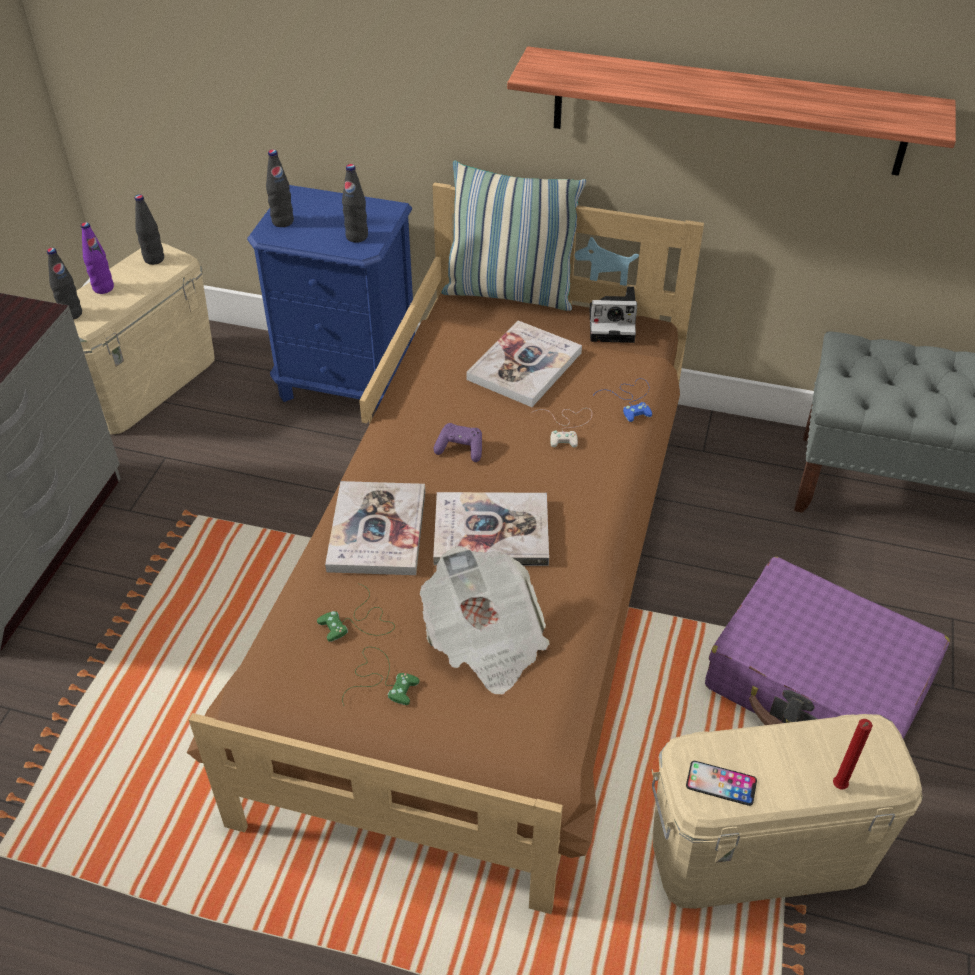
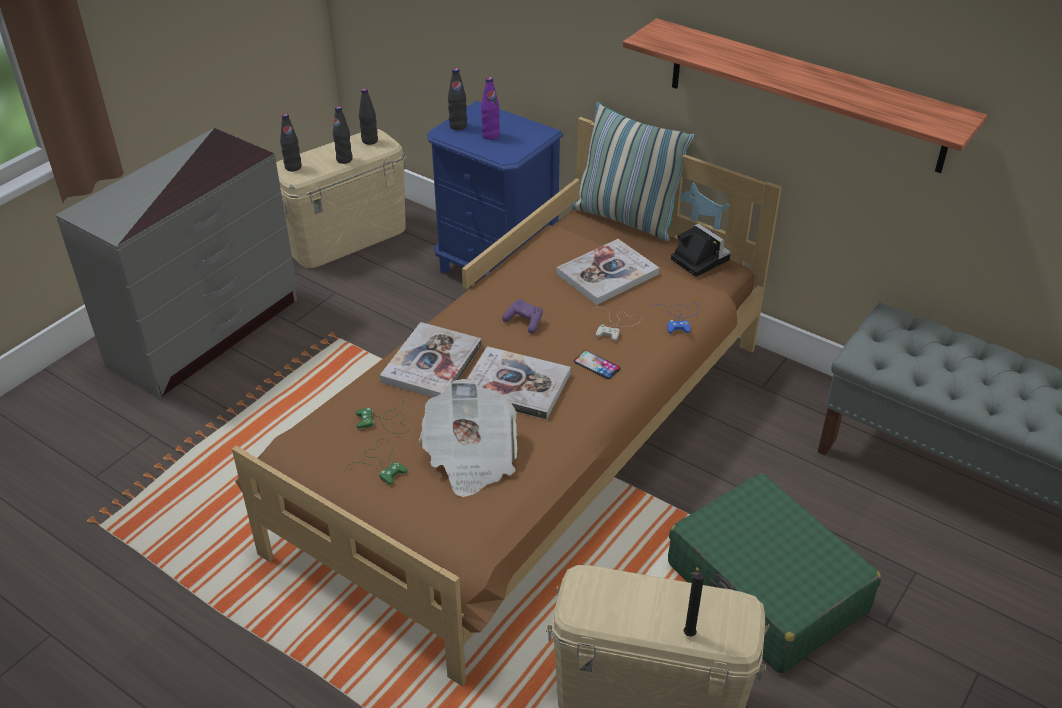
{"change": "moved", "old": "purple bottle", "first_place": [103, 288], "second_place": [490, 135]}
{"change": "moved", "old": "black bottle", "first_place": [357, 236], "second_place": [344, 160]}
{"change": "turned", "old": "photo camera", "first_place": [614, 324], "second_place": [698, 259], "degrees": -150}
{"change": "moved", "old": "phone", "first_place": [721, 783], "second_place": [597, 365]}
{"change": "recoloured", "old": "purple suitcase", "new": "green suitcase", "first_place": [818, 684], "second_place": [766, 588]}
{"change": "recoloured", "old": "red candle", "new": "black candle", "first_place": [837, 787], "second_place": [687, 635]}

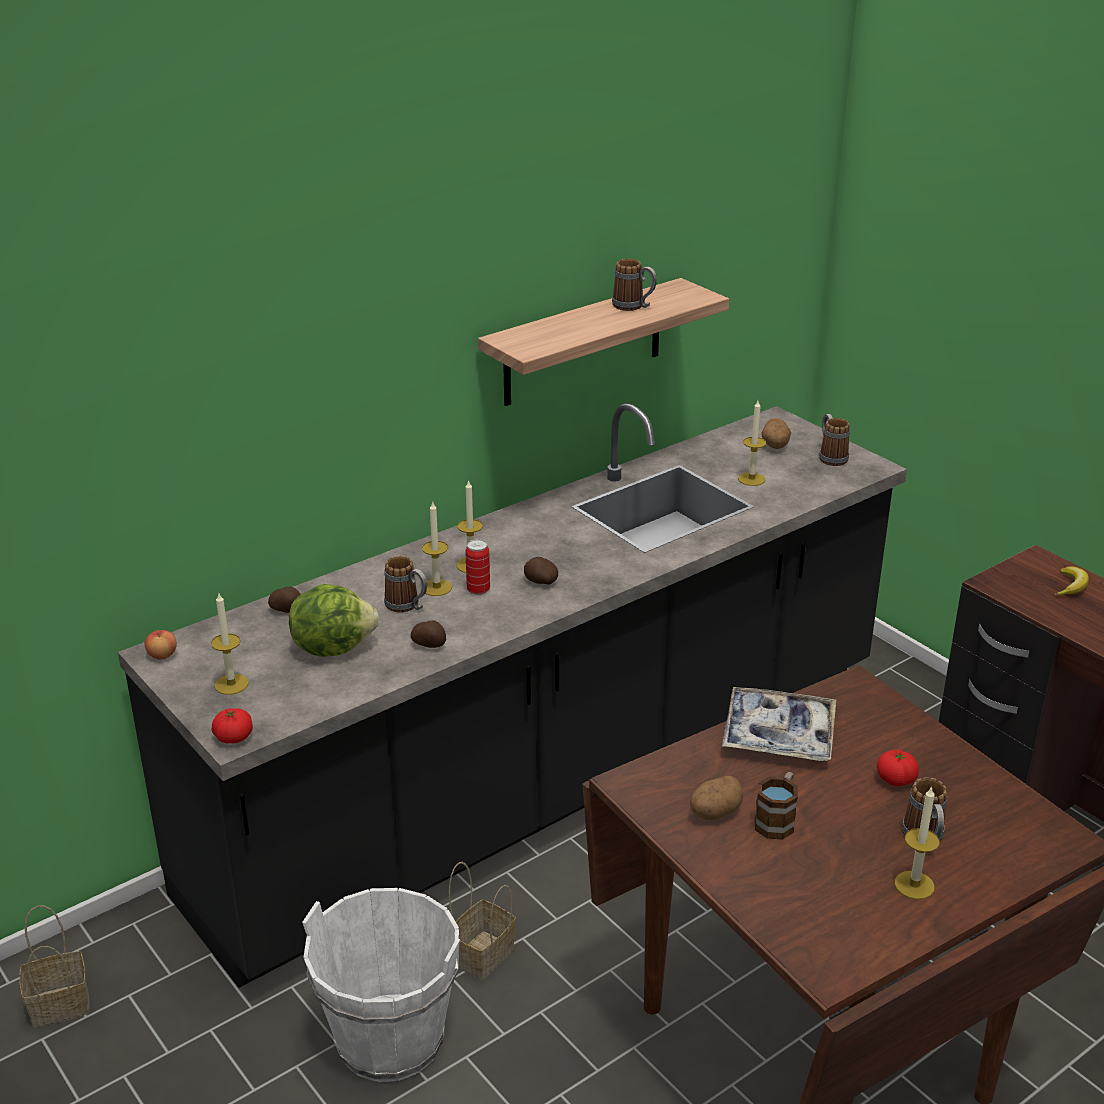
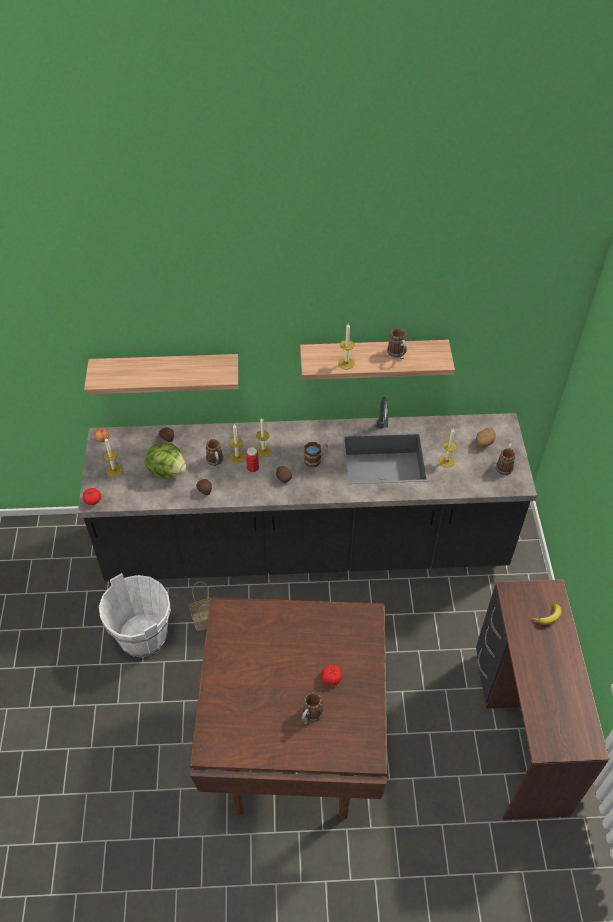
{"change": "removed", "old": "basket", "first_place": [57, 1006]}
{"change": "removed", "old": "potato", "first_place": [714, 812]}
{"change": "removed", "old": "tray", "first_place": [778, 734]}
{"change": "moved", "old": "mug", "first_place": [777, 820], "second_place": [316, 459]}
{"change": "moved", "old": "candle", "first_place": [914, 885], "second_place": [346, 363]}
{"change": "added", "new": "shelf", "second_place": [166, 372]}

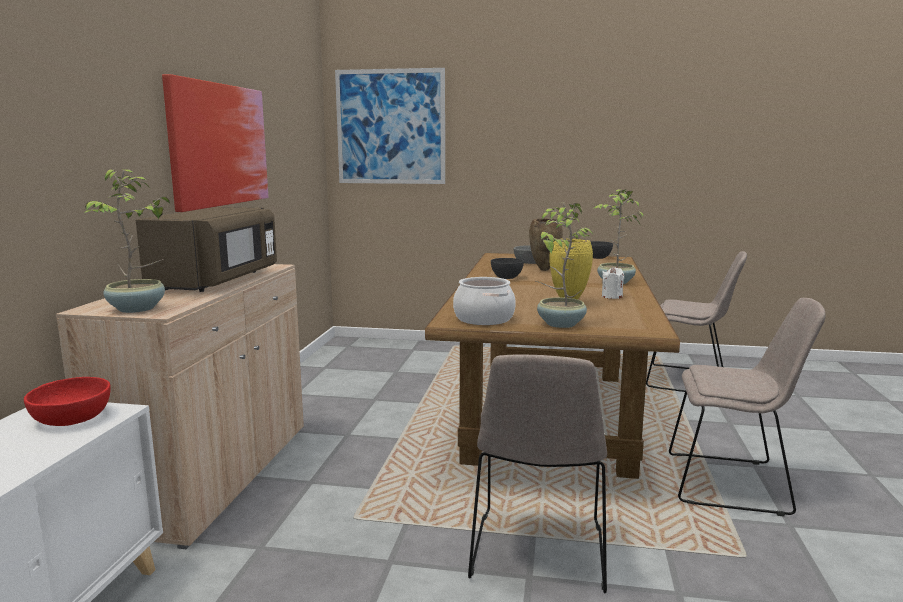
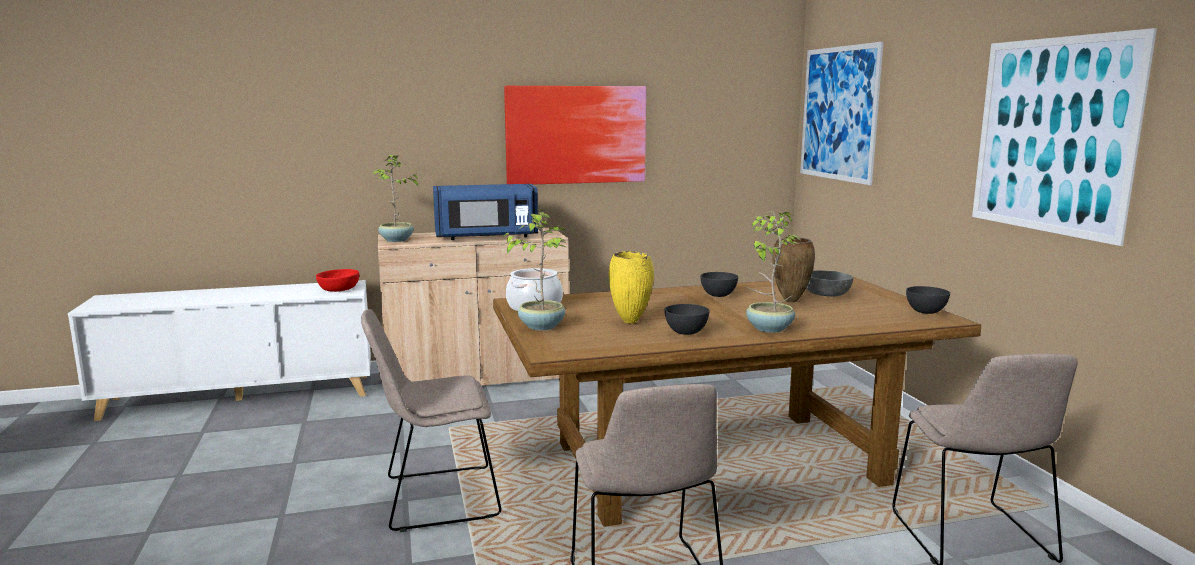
{"change": "recoloured", "old": "brown microwave", "new": "blue microwave", "first_place": [217, 281], "second_place": [486, 237]}
{"change": "replaced", "old": "white candle", "new": "grey bowl", "first_place": [612, 296], "second_place": [686, 332]}
{"change": "added", "new": "picture", "second_place": [1052, 135]}

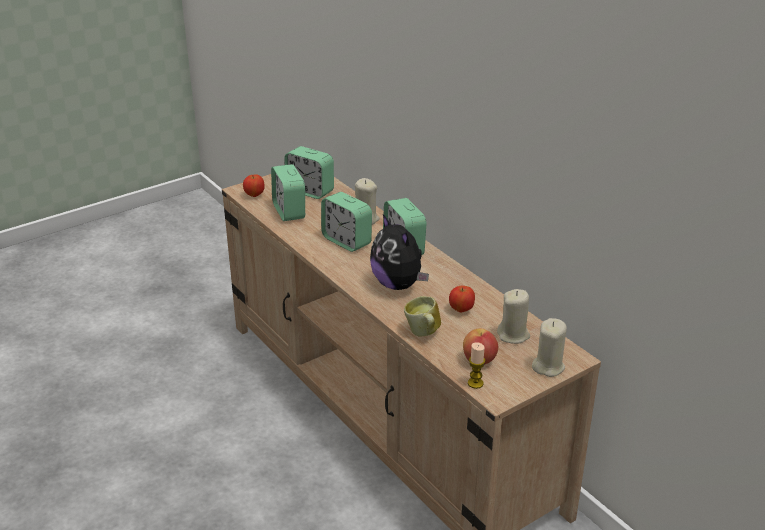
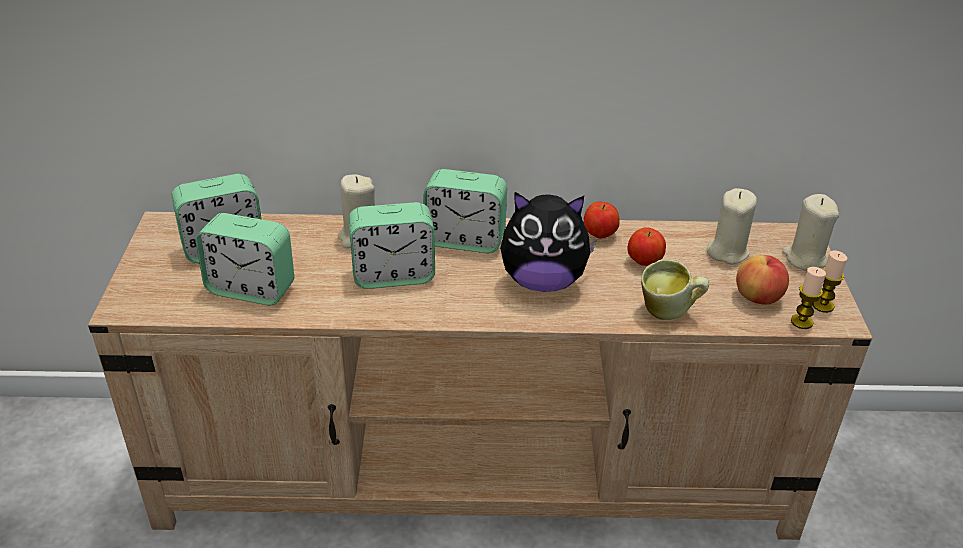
{"change": "moved", "old": "apple", "first_place": [254, 195], "second_place": [599, 235]}
{"change": "added", "new": "candle", "second_place": [823, 305]}

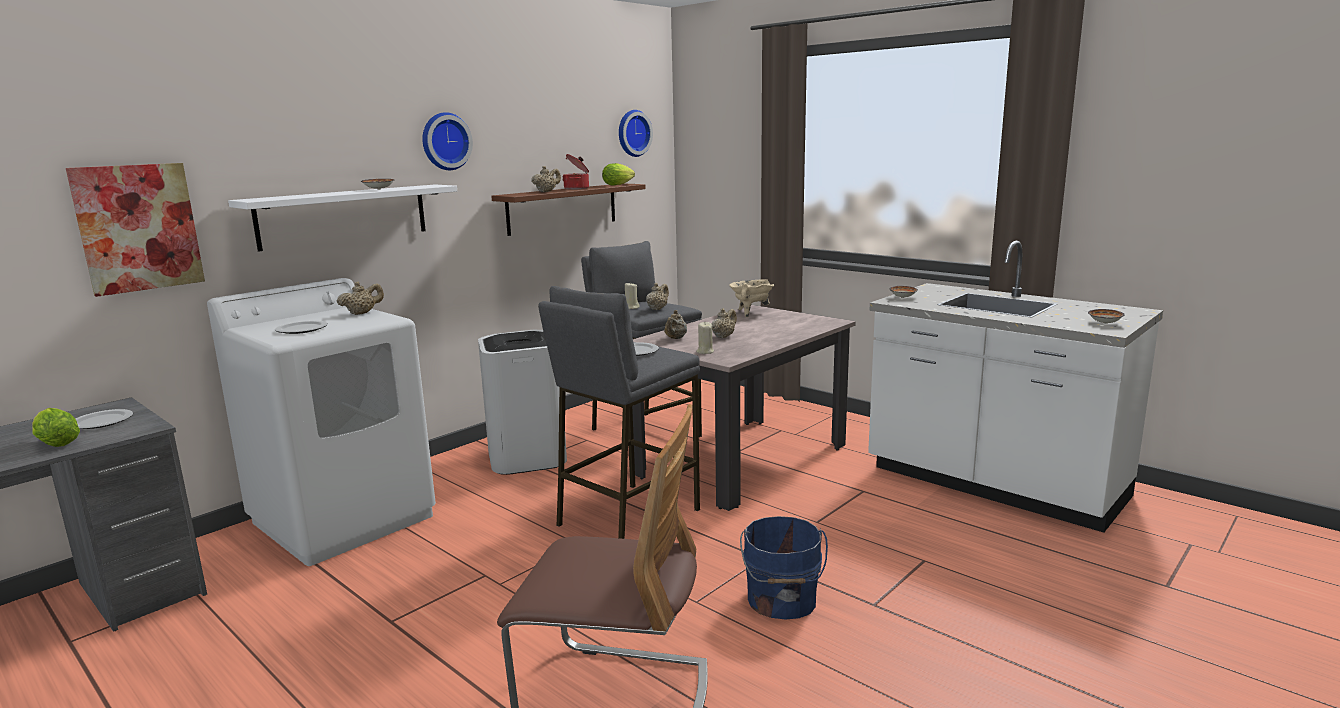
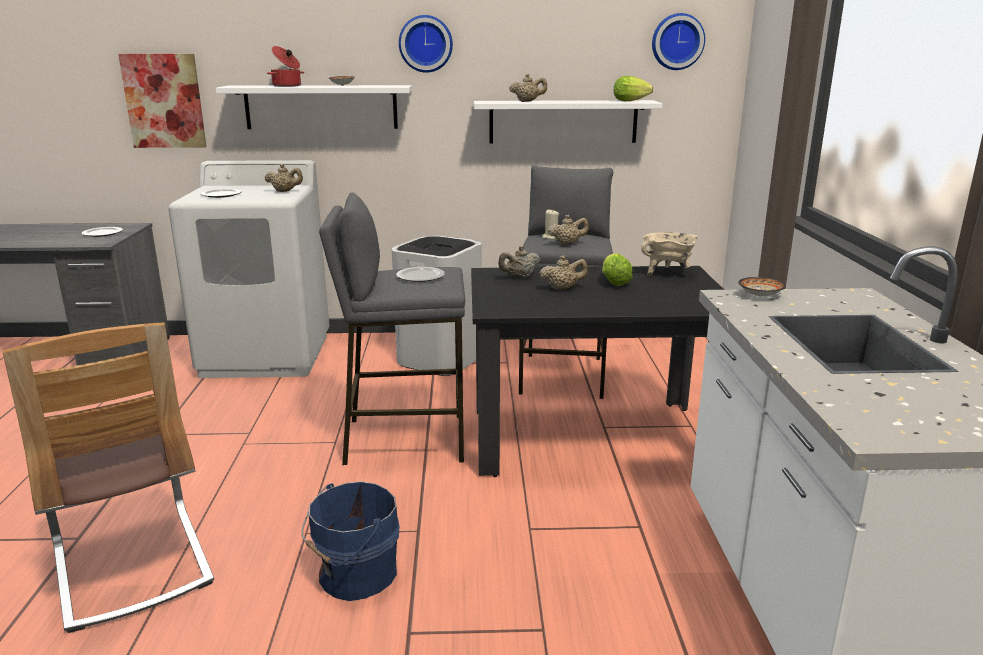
{"change": "moved", "old": "lettuce", "first_place": [56, 443], "second_place": [614, 282]}
{"change": "recoloured", "old": "brown shelf", "new": "white shelf", "first_place": [562, 208], "second_place": [563, 121]}
{"change": "moved", "old": "cooking pot", "first_place": [577, 188], "second_place": [287, 86]}
{"change": "recoloured", "old": "beige dining table", "new": "black dining table", "first_place": [742, 460], "second_place": [590, 437]}
{"change": "removed", "old": "beige candle", "first_place": [705, 351]}
{"change": "removed", "old": "bowl", "first_place": [1104, 323]}

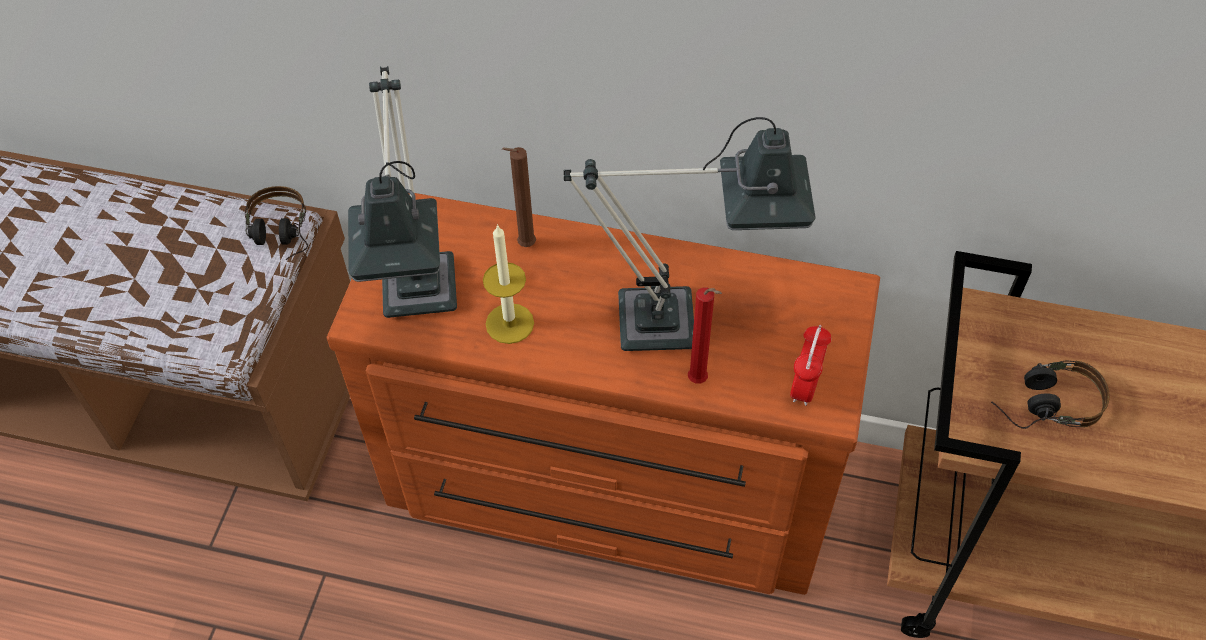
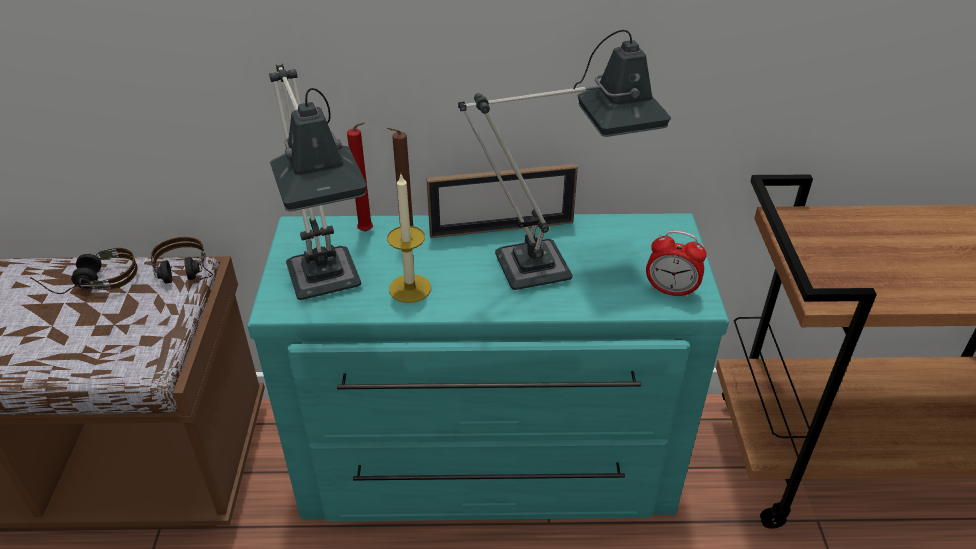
{"change": "recoloured", "old": "brown dresser", "new": "turquoise dresser", "first_place": [607, 488], "second_place": [488, 466]}
{"change": "moved", "old": "red candle", "first_place": [700, 381], "second_place": [368, 232]}
{"change": "turned", "old": "alarm clock", "first_place": [805, 386], "second_place": [671, 291], "degrees": -75}
{"change": "moved", "old": "headphones", "first_place": [1041, 404], "second_place": [91, 282]}
{"change": "added", "new": "picture frame", "second_place": [502, 228]}

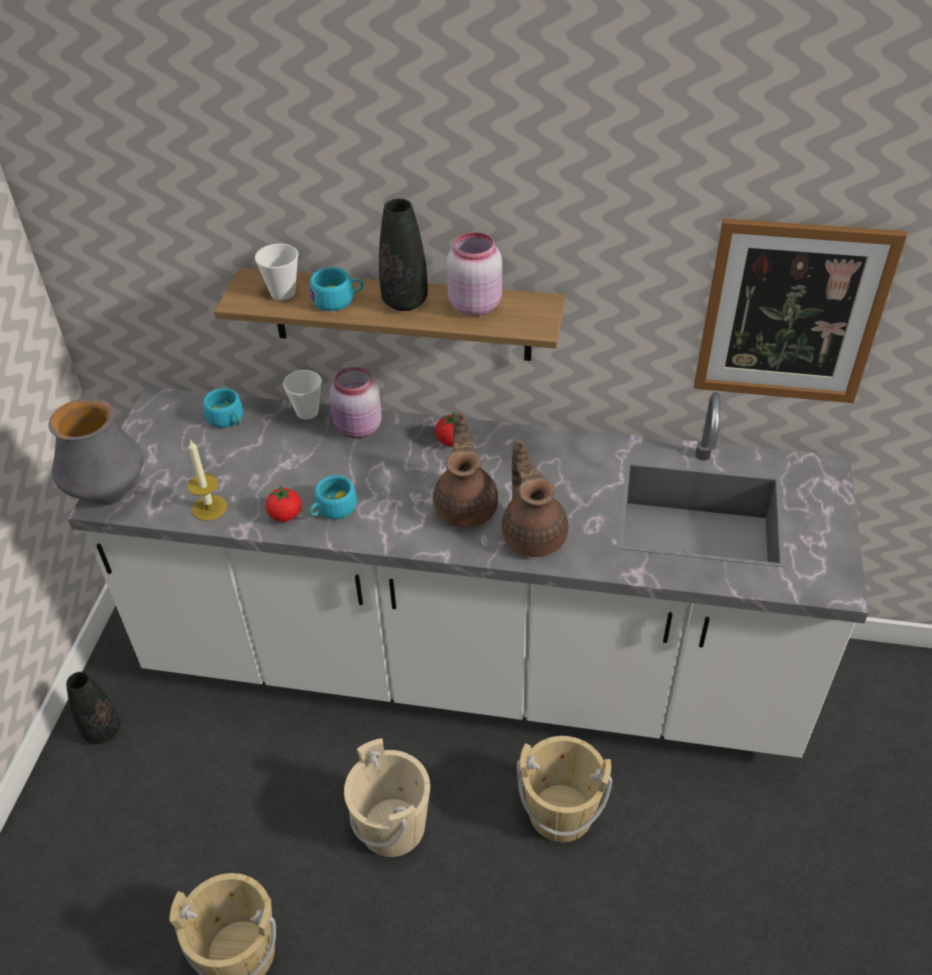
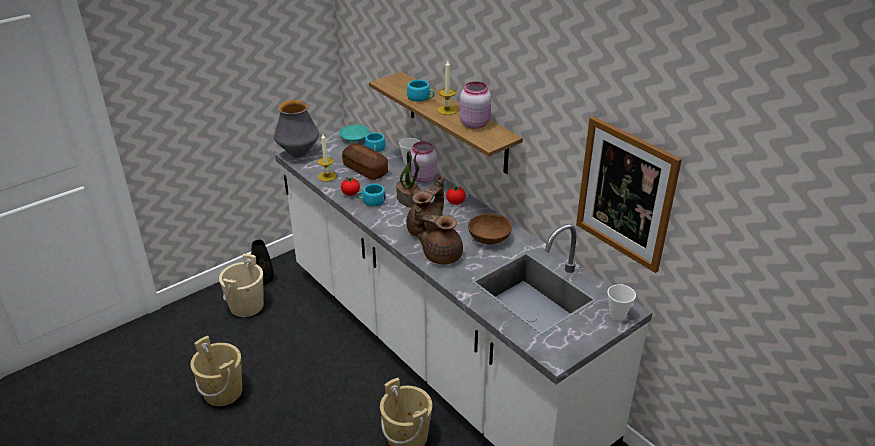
{"change": "moved", "old": "cup", "first_place": [283, 293], "second_place": [617, 315]}
{"change": "moved", "old": "beige bucket", "first_place": [392, 826], "second_place": [246, 306]}
{"change": "replaced", "old": "black vase", "new": "candle", "first_place": [405, 302], "second_place": [447, 110]}
{"change": "turned", "old": "brown teapot", "first_place": [533, 534], "second_place": [441, 255], "degrees": -90}
{"change": "added", "new": "turquoise plate", "second_place": [354, 137]}
{"change": "added", "new": "bread", "second_place": [365, 170]}
{"change": "added", "new": "potted plant", "second_place": [409, 200]}
{"change": "added", "new": "brown bowl", "second_place": [488, 238]}

